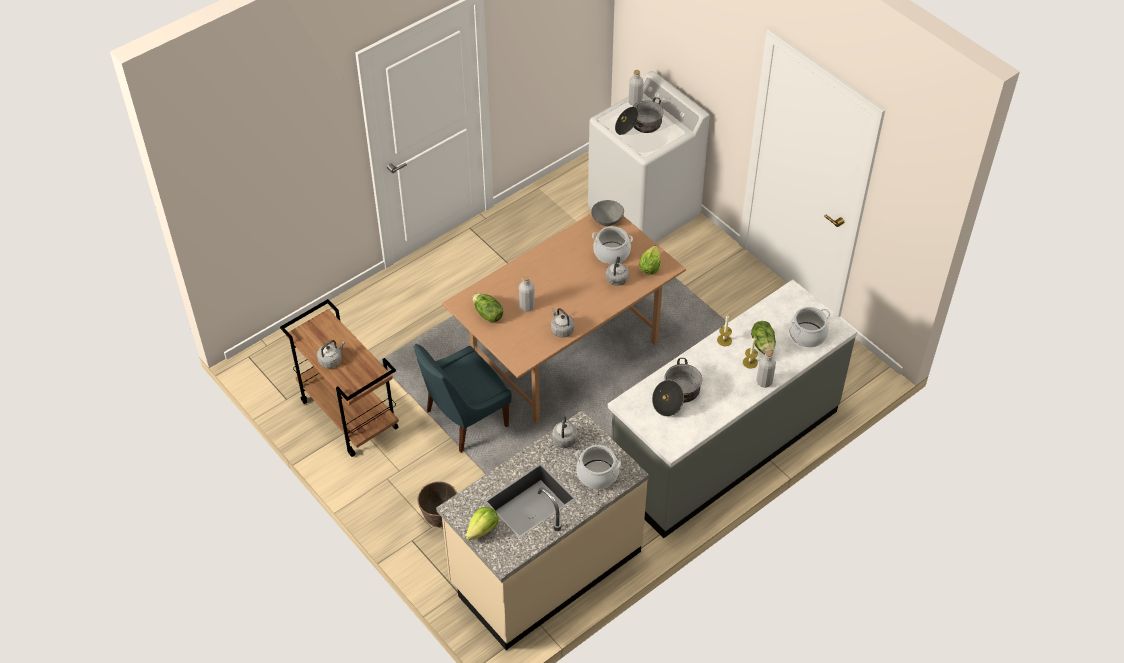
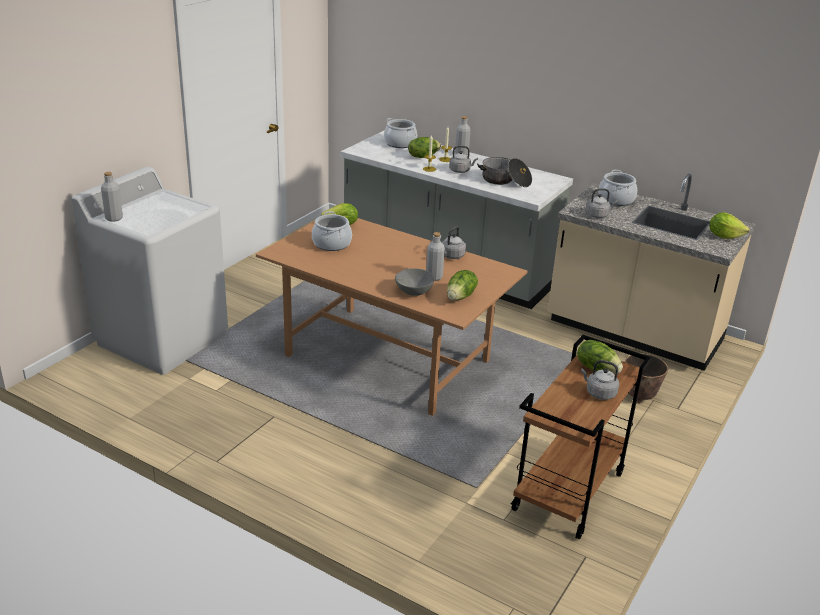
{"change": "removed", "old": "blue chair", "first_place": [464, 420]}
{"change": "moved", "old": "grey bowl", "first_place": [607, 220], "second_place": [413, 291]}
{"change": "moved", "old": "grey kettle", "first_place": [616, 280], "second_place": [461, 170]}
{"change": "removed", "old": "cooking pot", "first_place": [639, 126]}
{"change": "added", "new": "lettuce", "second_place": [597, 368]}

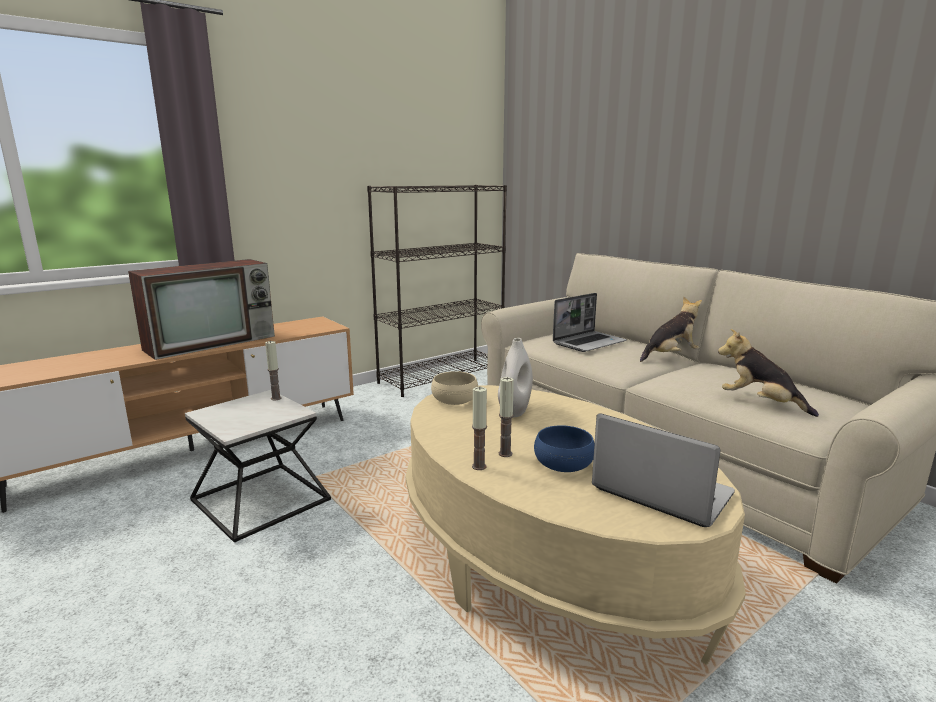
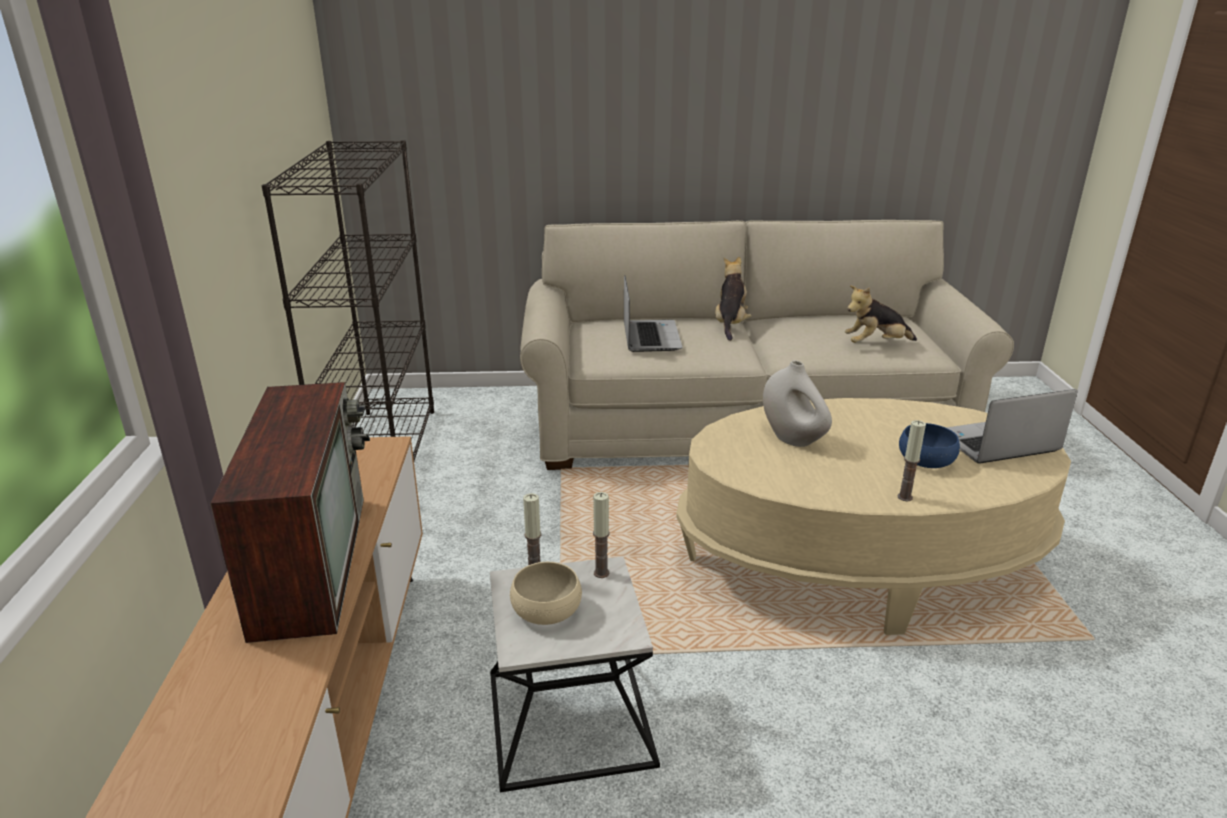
{"change": "moved", "old": "beige bowl", "first_place": [455, 400], "second_place": [546, 609]}
{"change": "moved", "old": "candle", "first_place": [505, 453], "second_place": [601, 573]}

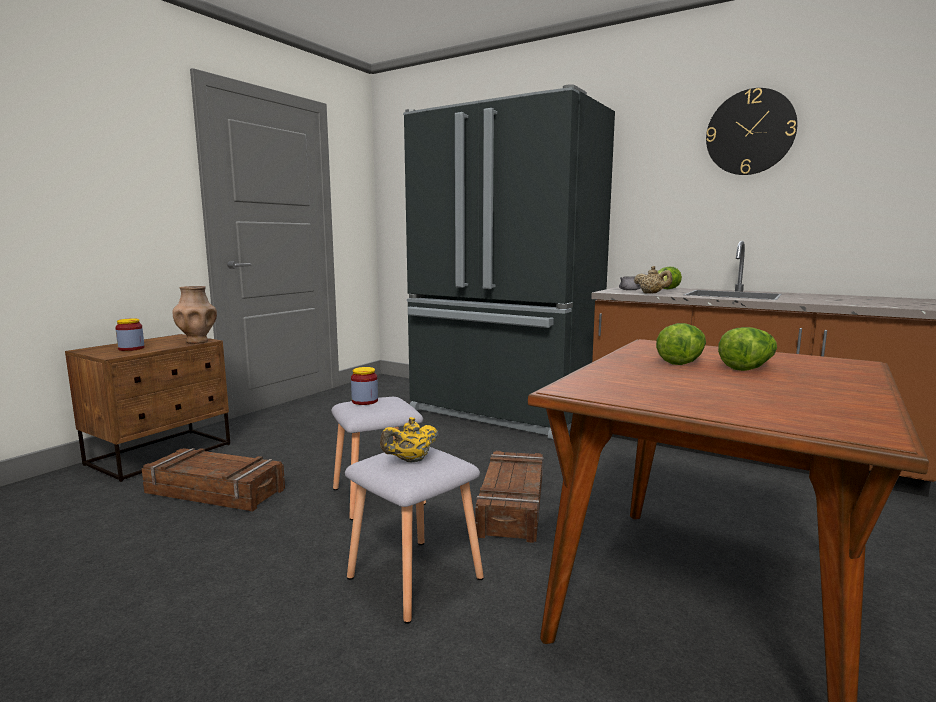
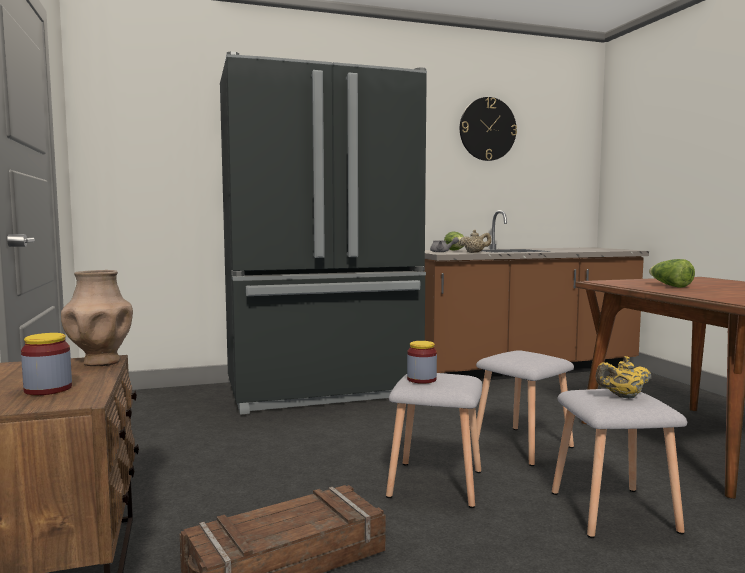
{"change": "turned", "old": "yellow teapot", "first_place": [410, 460], "second_place": [623, 397], "degrees": 75}
{"change": "replaced", "old": "crate", "new": "grey stool", "first_place": [511, 505], "second_place": [522, 446]}
{"change": "removed", "old": "lettuce", "first_place": [747, 367]}

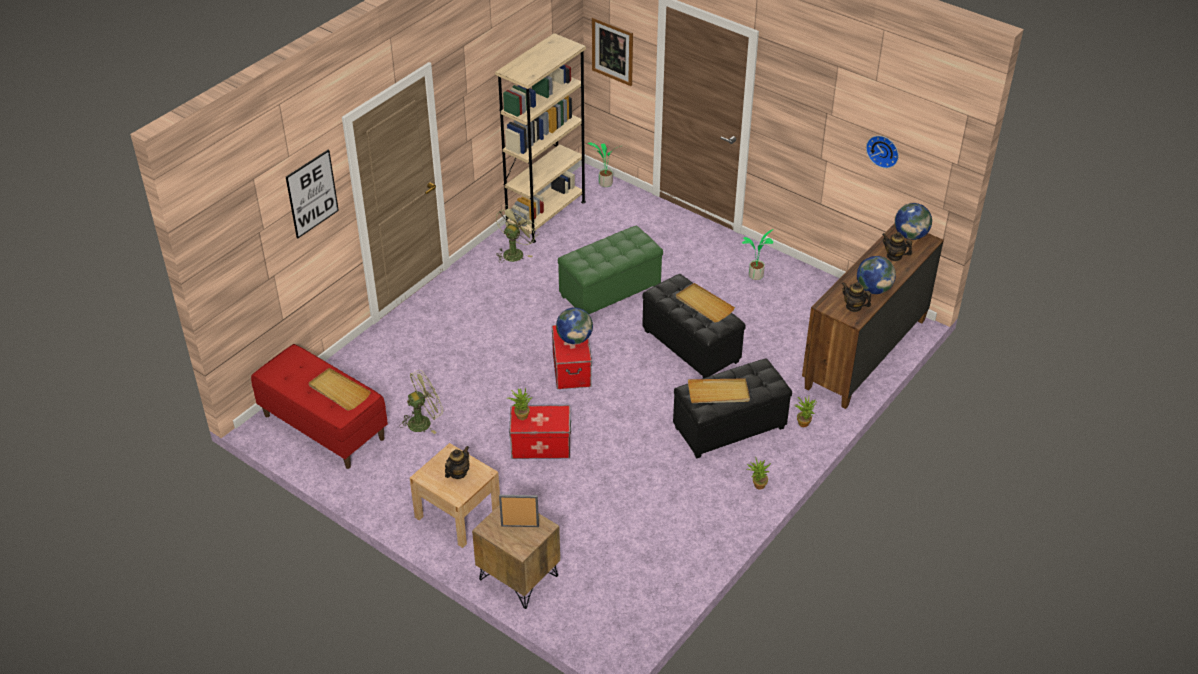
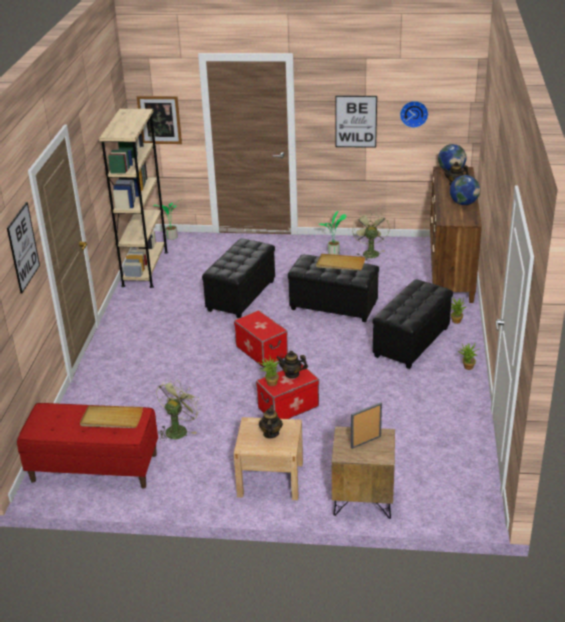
{"change": "moved", "old": "green fan", "first_place": [515, 252], "second_place": [369, 252]}
{"change": "removed", "old": "globe", "first_place": [574, 339]}
{"change": "recoloured", "old": "green ottoman", "new": "black ottoman", "first_place": [610, 292], "second_place": [242, 296]}
{"change": "removed", "old": "beige tray", "first_place": [718, 393]}
{"change": "moved", "old": "teapot", "first_place": [854, 307], "second_place": [292, 374]}
{"change": "added", "new": "picture", "second_place": [356, 121]}

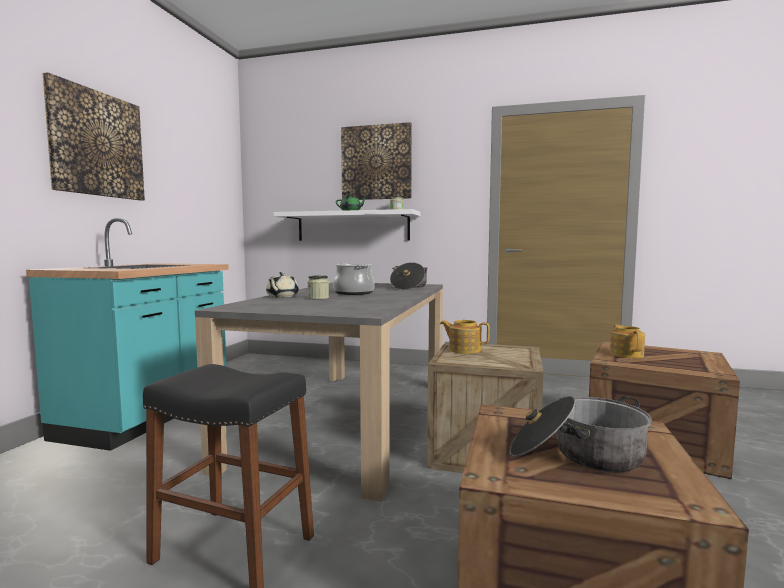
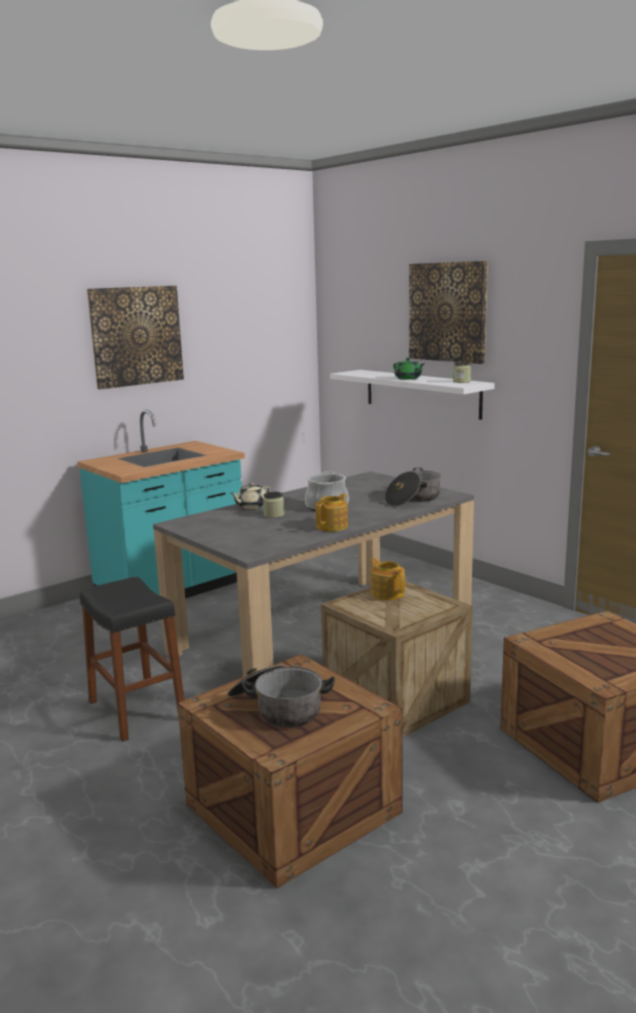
{"change": "moved", "old": "teapot", "first_place": [626, 354], "second_place": [332, 526]}

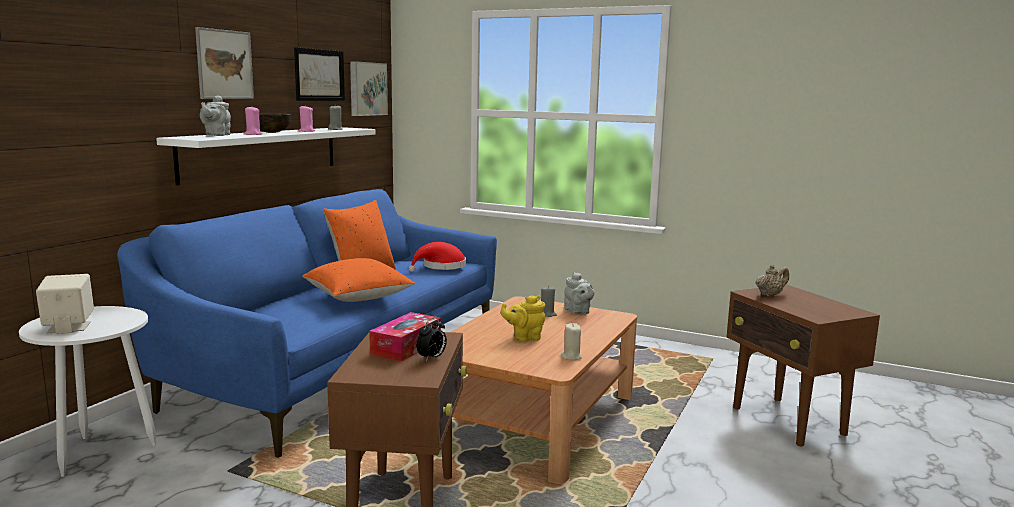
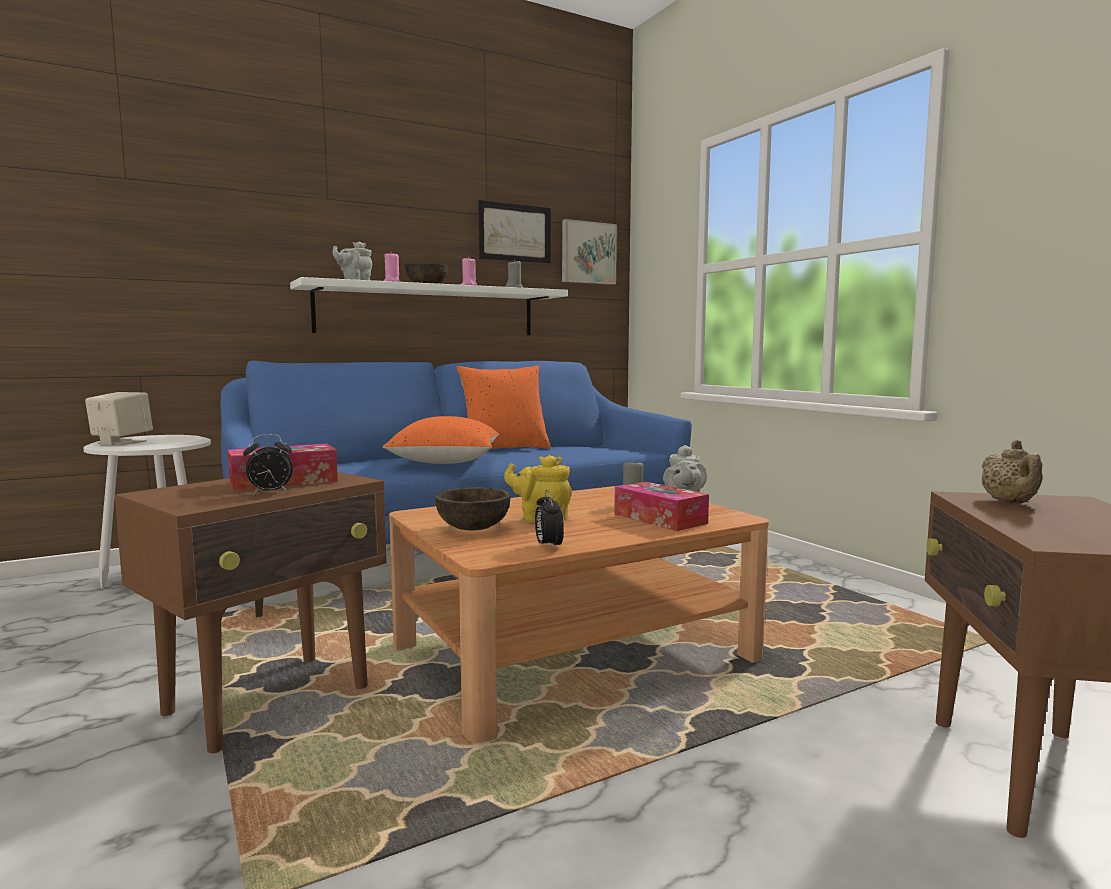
{"change": "removed", "old": "picture", "first_place": [224, 64]}
{"change": "removed", "old": "red hat", "first_place": [441, 267]}
{"change": "replaced", "old": "beige candle", "new": "alarm clock", "first_place": [571, 357], "second_place": [548, 546]}
{"change": "turned", "old": "beige teapot", "first_place": [770, 295], "second_place": [1010, 503], "degrees": 90}
{"change": "added", "new": "brown bowl", "second_place": [473, 528]}
{"change": "added", "new": "tissue box", "second_place": [659, 519]}

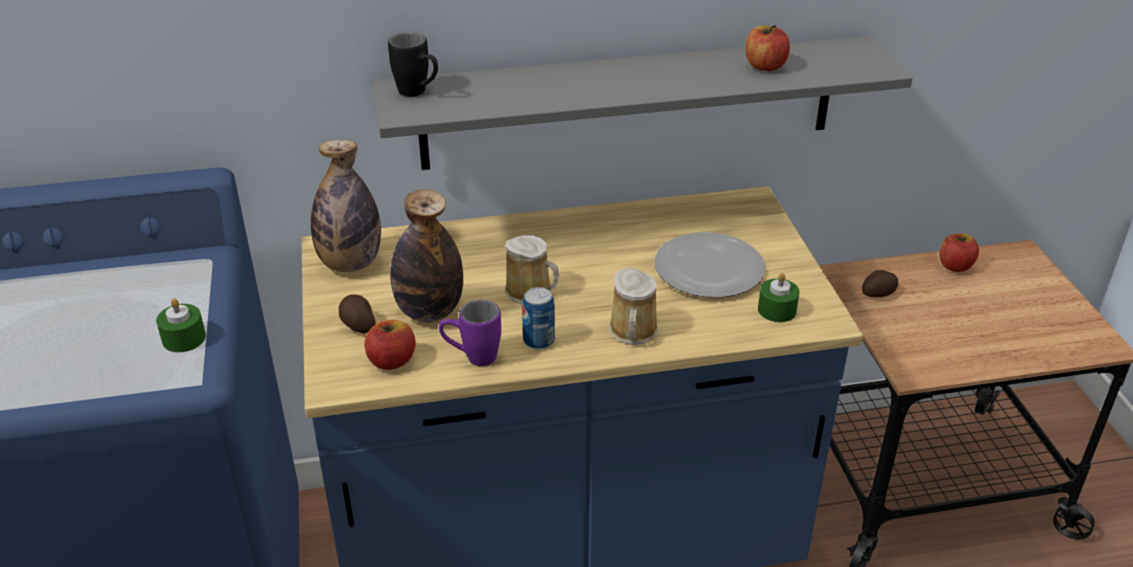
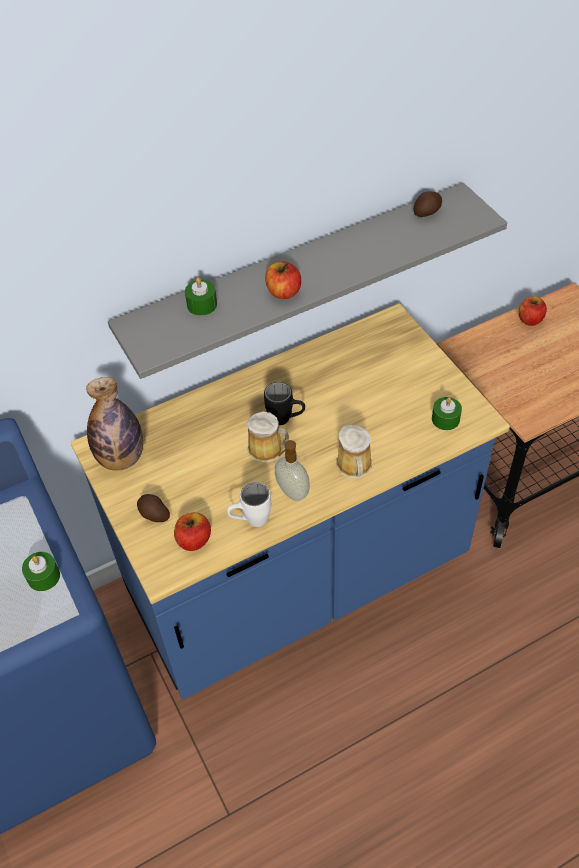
{"change": "moved", "old": "black mug", "first_place": [418, 93], "second_place": [286, 419]}
{"change": "removed", "old": "bottle", "first_place": [429, 311]}
{"change": "recoloured", "old": "purple mug", "new": "white mug", "first_place": [472, 357], "second_place": [250, 521]}
{"change": "replaced", "old": "can", "new": "soap dispenser", "first_place": [539, 340], "second_place": [291, 492]}
{"change": "removed", "old": "plate", "first_place": [707, 268]}
{"change": "moved", "old": "apple", "first_place": [764, 66], "second_place": [283, 292]}
{"change": "moved", "old": "potato", "first_place": [879, 293], "second_place": [427, 212]}
{"change": "added", "new": "green candle", "second_place": [202, 304]}

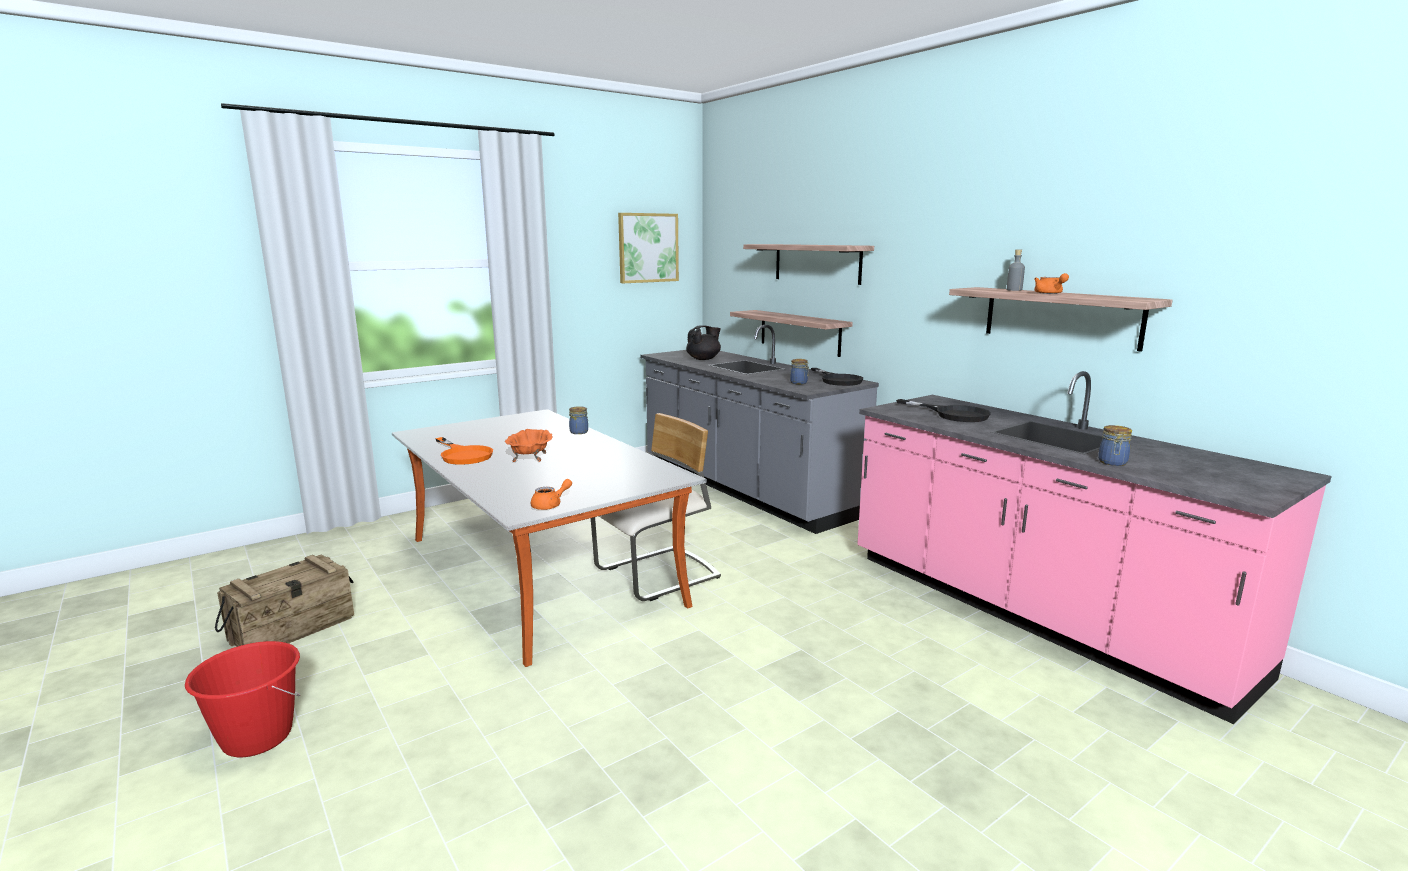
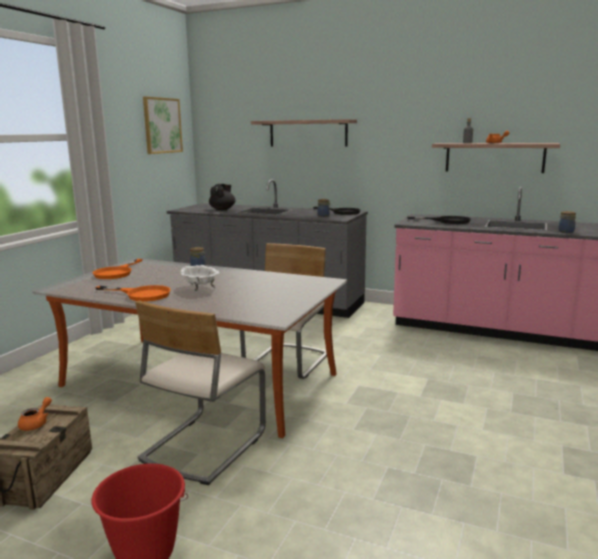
{"change": "recoloured", "old": "orange bowl", "new": "white bowl", "first_place": [529, 458], "second_place": [200, 287]}
{"change": "moved", "old": "orange teapot", "first_place": [551, 505], "second_place": [36, 423]}
{"change": "removed", "old": "shelf", "first_place": [799, 332]}
{"change": "added", "new": "orange frying pan", "second_place": [117, 272]}
{"change": "added", "new": "beige chair", "second_place": [203, 446]}

